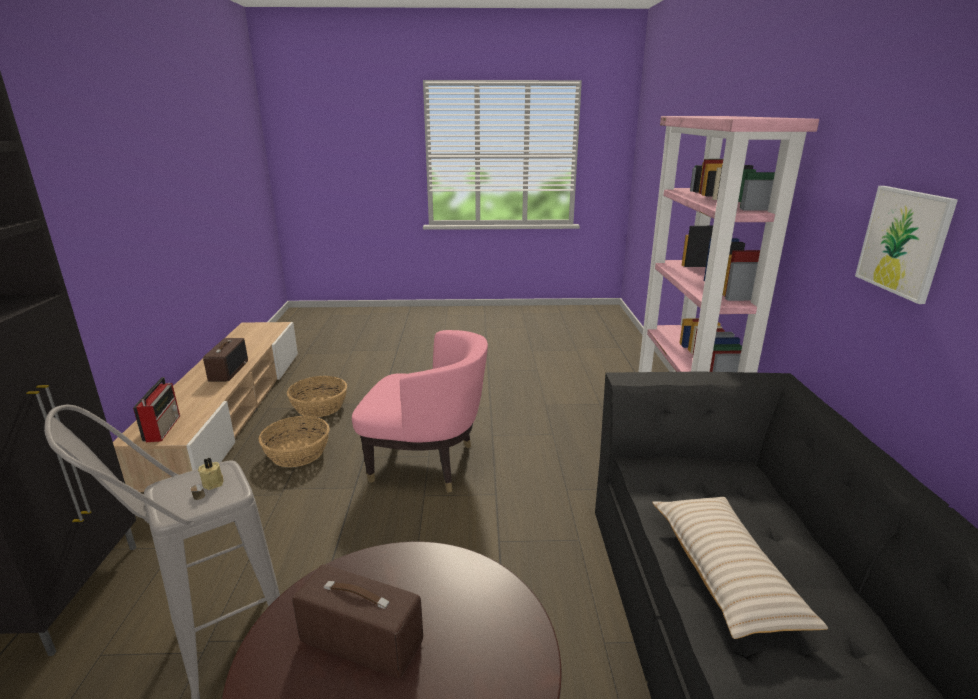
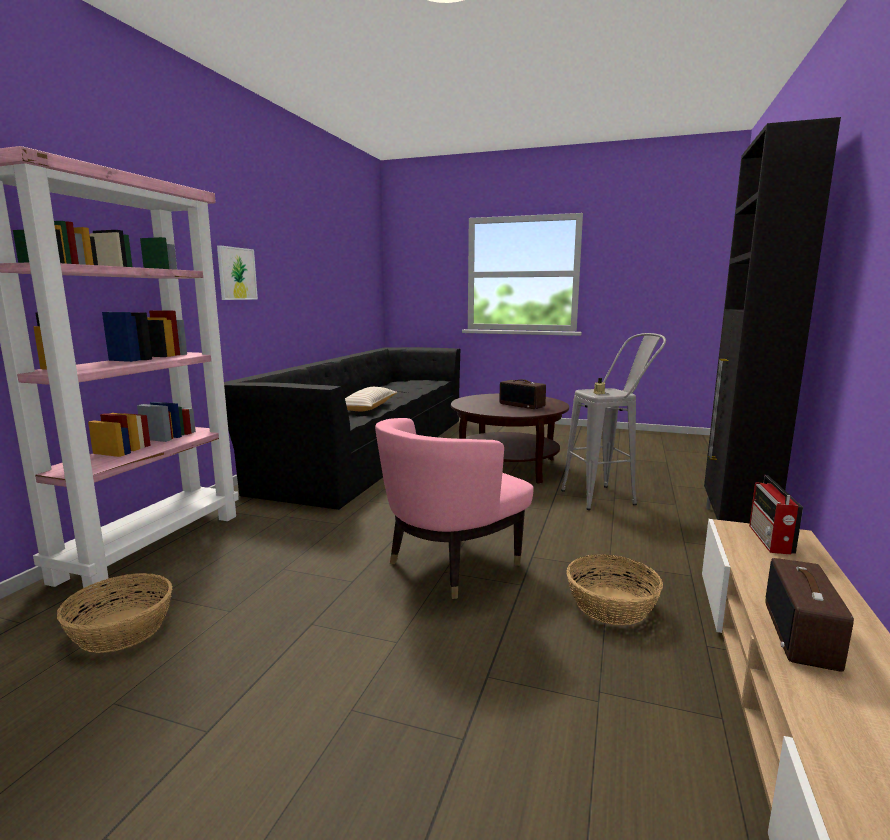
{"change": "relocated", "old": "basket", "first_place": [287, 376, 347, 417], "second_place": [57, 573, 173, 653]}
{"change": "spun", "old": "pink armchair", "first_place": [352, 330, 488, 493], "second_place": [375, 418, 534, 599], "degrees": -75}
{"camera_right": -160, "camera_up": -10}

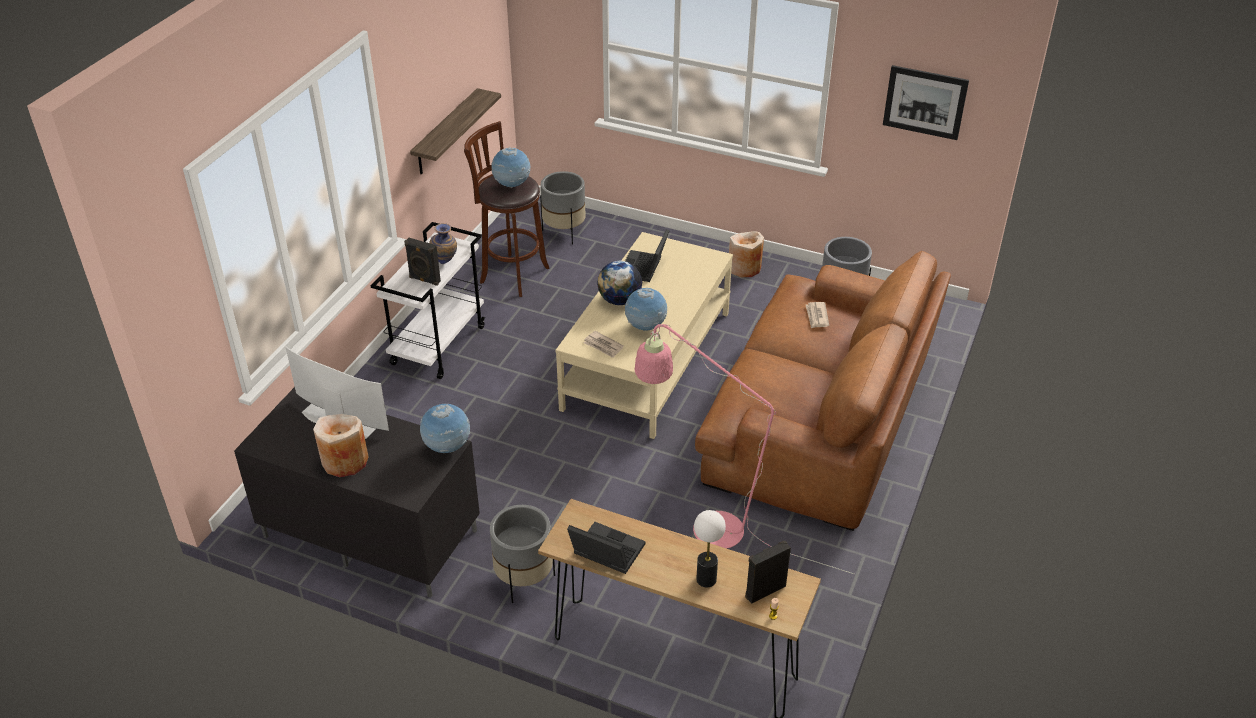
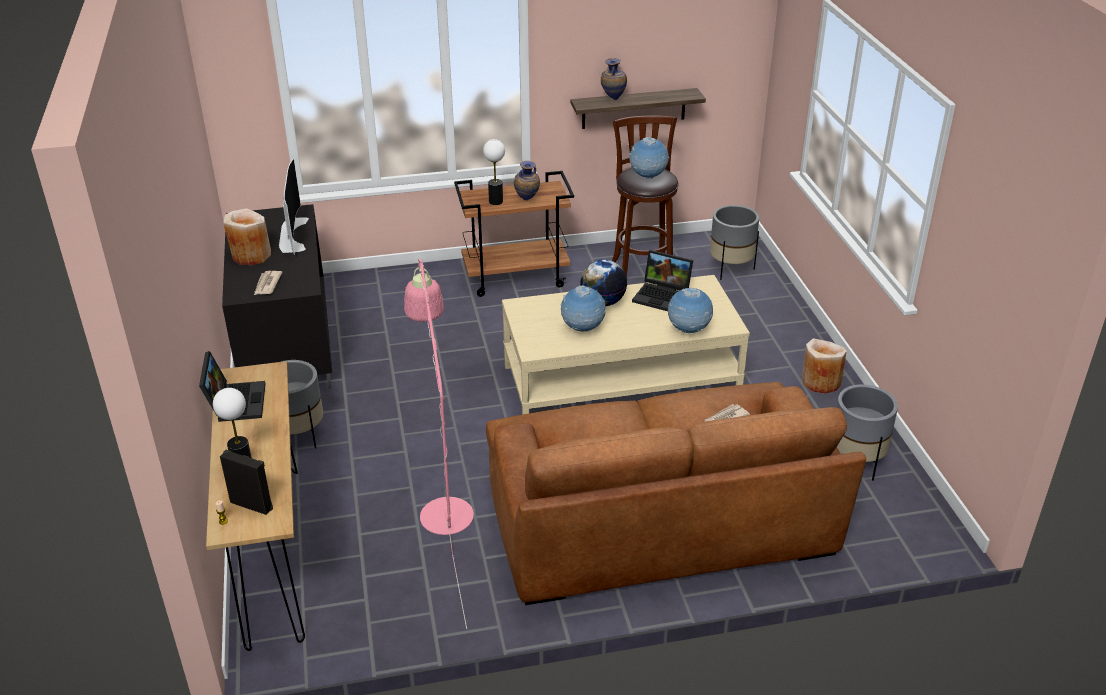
{"change": "relocated", "old": "newspaper", "first_place": [583, 331, 624, 358], "second_place": [254, 271, 283, 295]}
{"change": "colour", "old": "white cart", "new": "brown cart", "first_place": [371, 222, 485, 379], "second_place": [454, 171, 574, 297]}
{"change": "exchanged", "old": "black speaker", "new": "table lamp", "first_place": [404, 238, 441, 286], "second_place": [483, 139, 505, 205]}
{"change": "appeared", "new": "vase", "second_place": [601, 58, 627, 100]}
{"change": "spun", "old": "laptop", "first_place": [625, 229, 670, 282], "second_place": [632, 250, 693, 311], "degrees": -135}
{"change": "relocated", "old": "globe", "first_place": [420, 403, 470, 453], "second_place": [668, 288, 713, 333]}
{"change": "missing", "old": "picture", "first_place": [883, 65, 969, 140]}
{"camera_right": 55, "camera_up": -5}

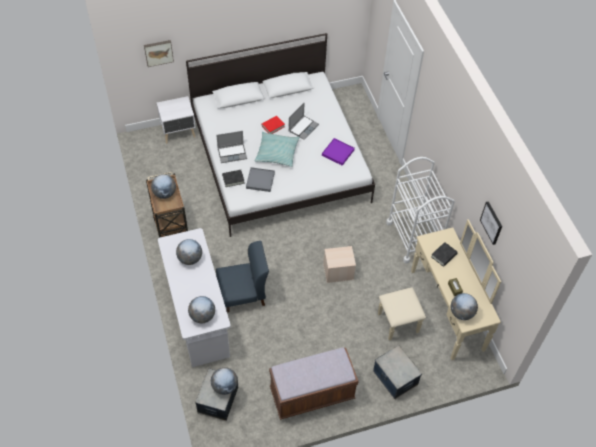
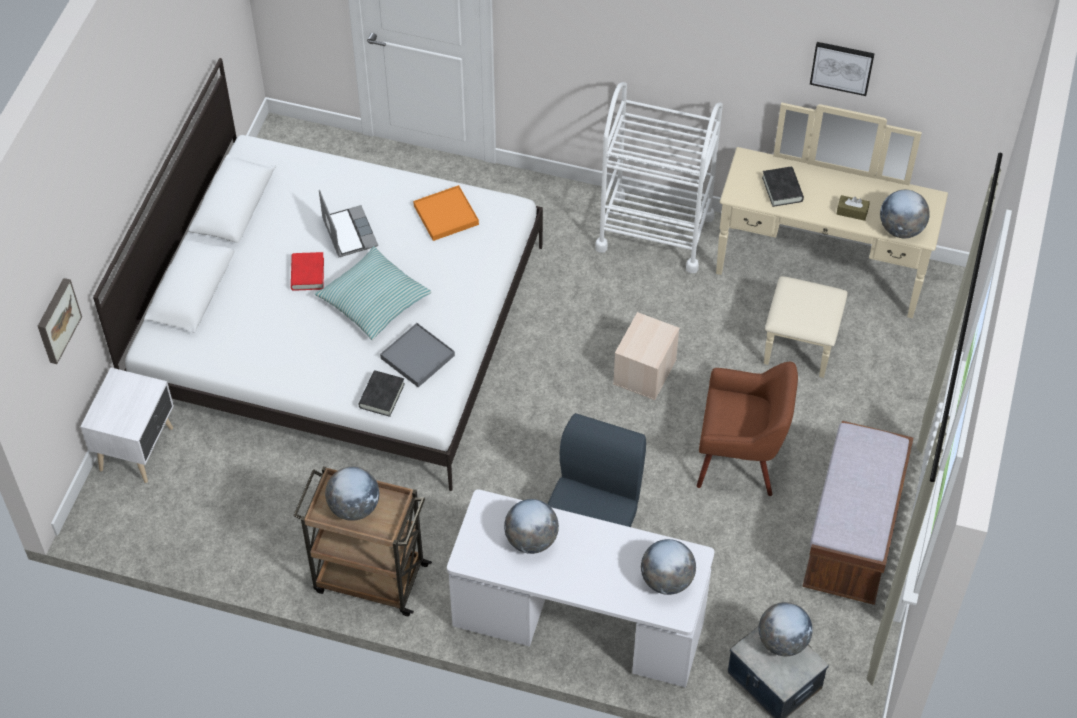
{"change": "colour", "old": "purple tray", "new": "orange tray", "first_place": [322, 138, 355, 166], "second_place": [413, 185, 479, 241]}
{"change": "appeared", "new": "brown armchair", "second_place": [696, 362, 798, 496]}
{"change": "missing", "old": "laptop", "first_place": [216, 131, 247, 163]}
{"change": "missing", "old": "storage box", "first_place": [373, 345, 422, 400]}
{"camera_right": -55, "camera_up": 0}

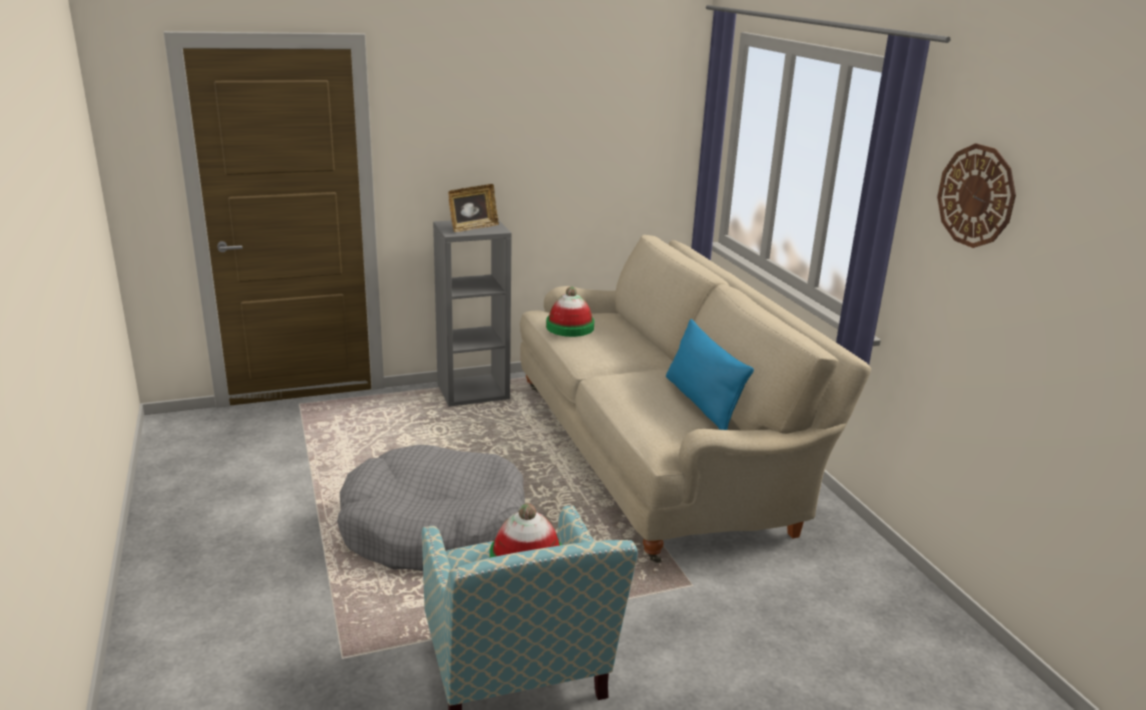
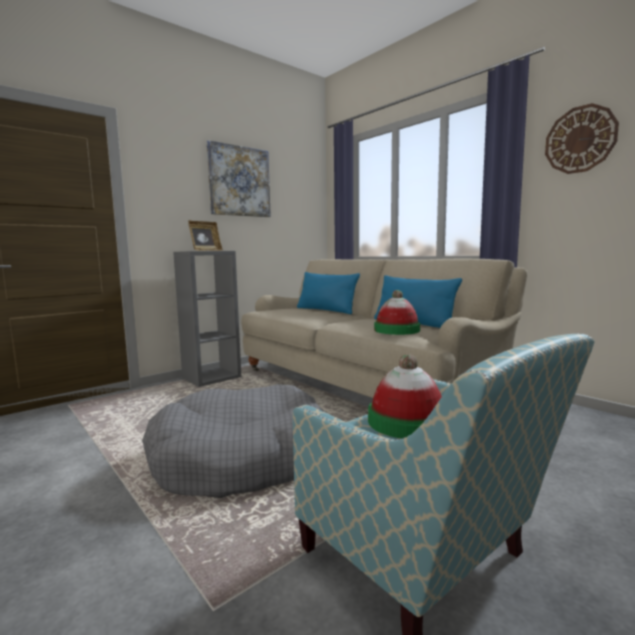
{"change": "appeared", "new": "picture", "second_place": [207, 140, 271, 217]}
{"change": "appeared", "new": "blue pillow", "second_place": [297, 272, 360, 314]}
{"change": "relocated", "old": "hat", "first_place": [546, 287, 594, 337], "second_place": [374, 290, 420, 335]}
{"camera_right": -20, "camera_up": -15}

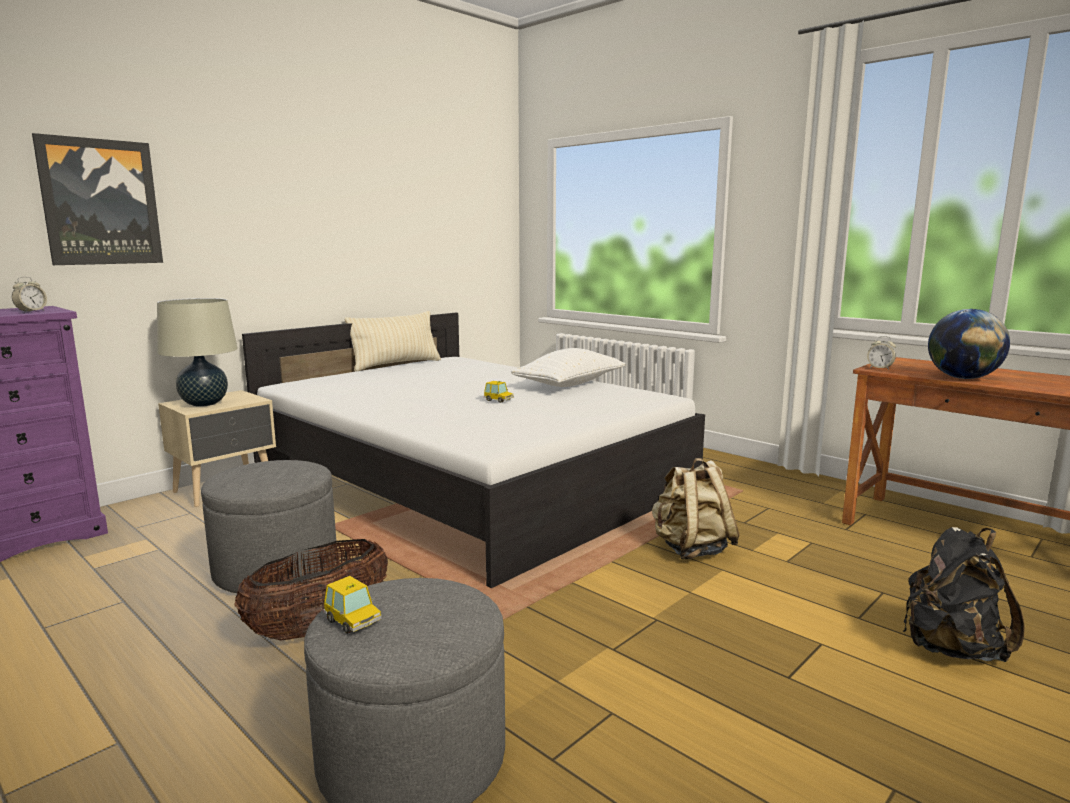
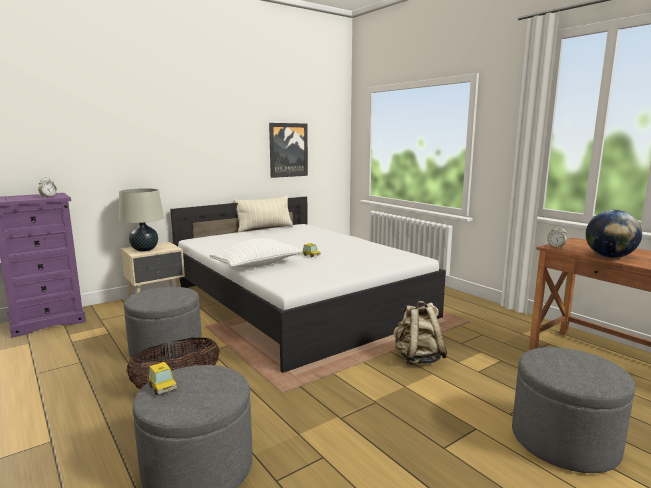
{"change": "relocated", "old": "white pillow", "first_place": [511, 348, 625, 387], "second_place": [209, 238, 303, 268]}
{"change": "relocated", "old": "picture", "first_place": [32, 133, 163, 265], "second_place": [269, 123, 308, 178]}
{"change": "exchanged", "old": "black backpack", "new": "grey ottoman", "first_place": [903, 527, 1025, 662], "second_place": [512, 347, 635, 473]}
{"camera_right": 10, "camera_up": 0}

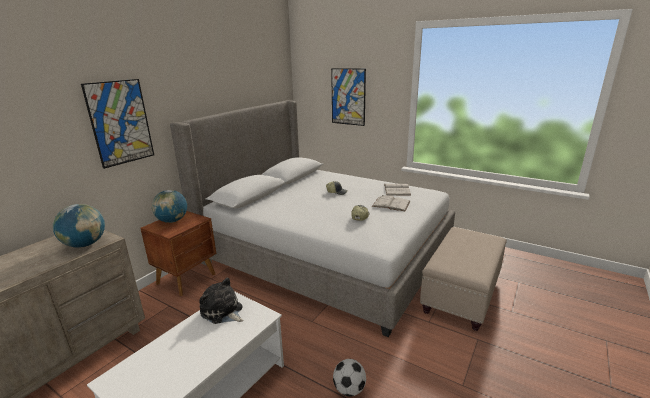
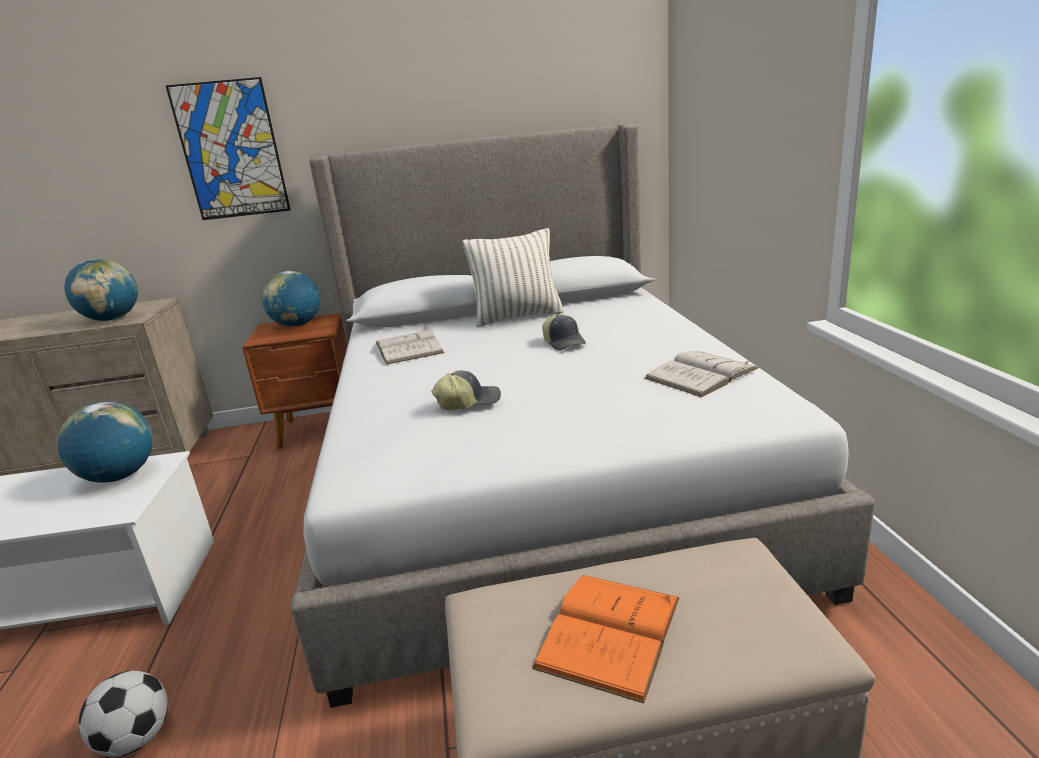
{"change": "exchanged", "old": "plush toy", "new": "globe", "first_place": [199, 278, 244, 324], "second_place": [57, 402, 153, 483]}
{"change": "relocated", "old": "white book", "first_place": [372, 195, 410, 212], "second_place": [376, 328, 444, 365]}
{"change": "appeared", "new": "pillow", "second_place": [462, 228, 564, 327]}
{"change": "appeared", "new": "orange book", "second_place": [532, 575, 679, 704]}
{"change": "missing", "old": "picture", "first_place": [331, 68, 366, 126]}
{"camera_right": 50, "camera_up": 0}

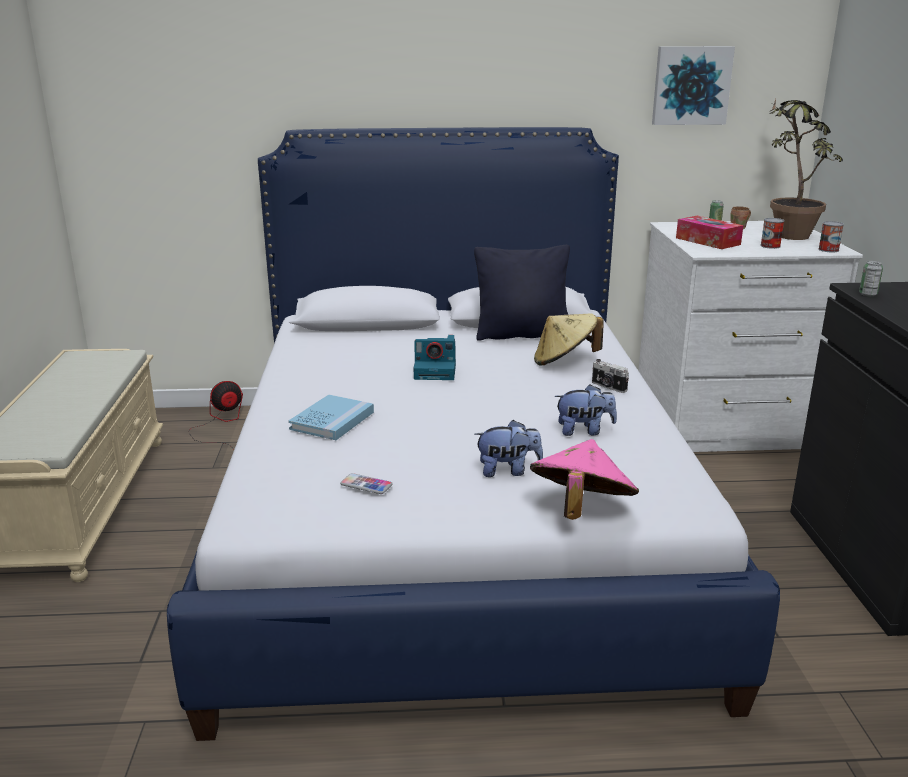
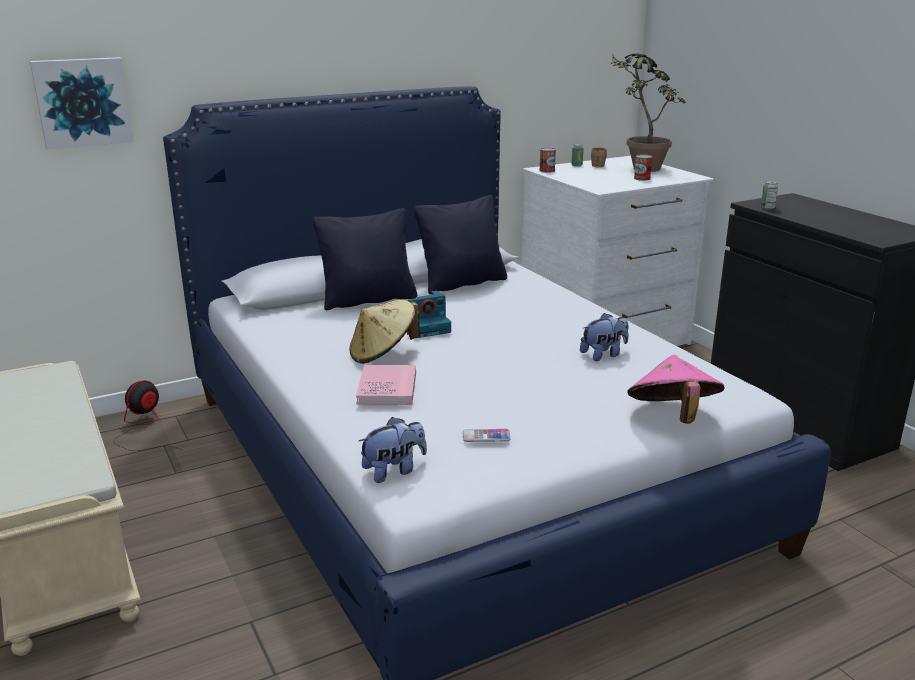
{"change": "relocated", "old": "picture", "first_place": [652, 46, 735, 125], "second_place": [30, 57, 134, 149]}
{"change": "appeared", "new": "black pillow", "second_place": [313, 208, 417, 310]}
{"change": "relocated", "old": "beige hat", "first_place": [534, 313, 604, 366], "second_place": [350, 299, 420, 364]}
{"change": "colour", "old": "blue book", "new": "pink book", "first_place": [289, 394, 374, 440], "second_place": [356, 365, 416, 405]}
{"change": "relocated", "old": "plush toy", "first_place": [474, 420, 543, 477], "second_place": [359, 417, 427, 483]}
{"change": "relocated", "old": "can", "first_place": [818, 221, 844, 253], "second_place": [539, 148, 556, 173]}
{"change": "missing", "old": "photo camera", "first_place": [592, 359, 629, 393]}
{"change": "missing", "old": "tissue box", "first_place": [676, 216, 743, 249]}
{"camera_right": -25, "camera_up": 0}

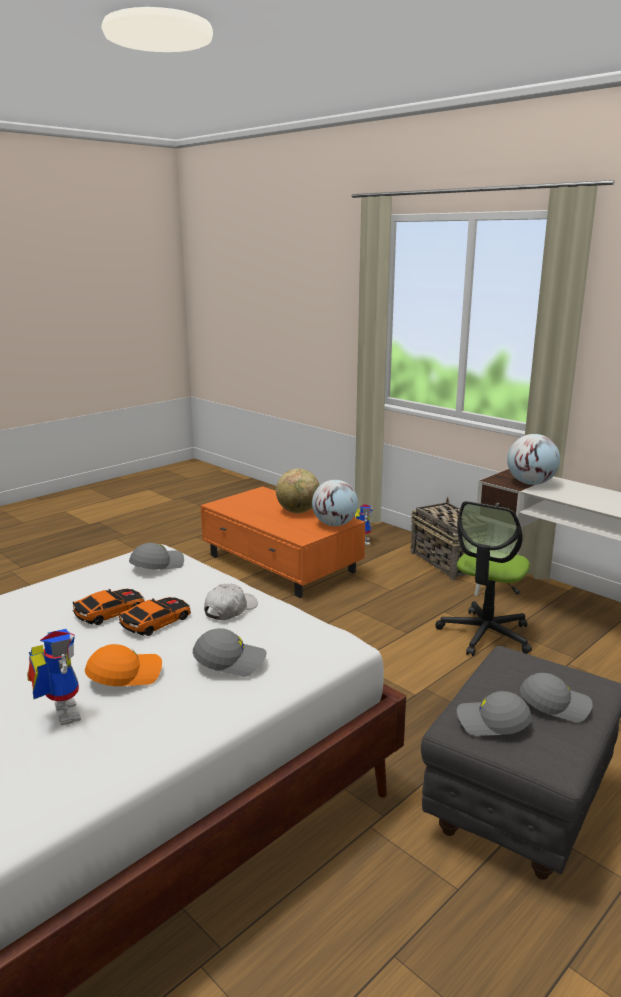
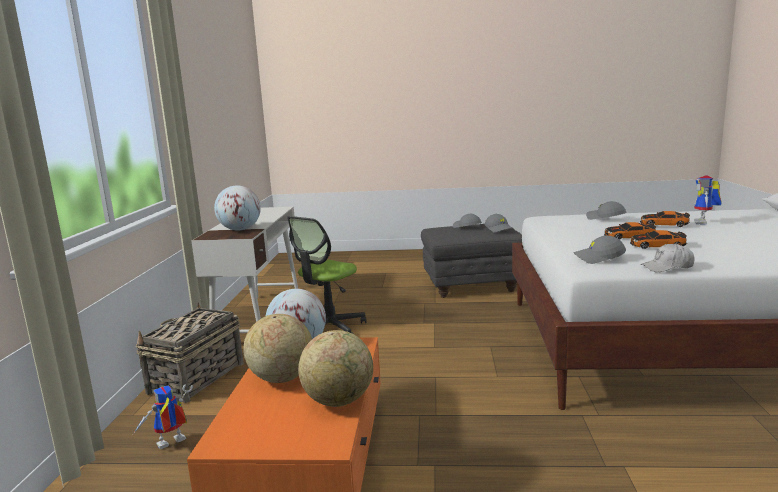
{"change": "spun", "old": "office chair", "first_place": [435, 501, 532, 656], "second_place": [287, 216, 367, 334], "degrees": 135}
{"change": "appeared", "new": "globe", "second_place": [298, 330, 373, 407]}
{"change": "exchanged", "old": "orange cap", "new": "toy car", "first_place": [85, 644, 162, 686], "second_place": [640, 211, 690, 227]}
{"change": "relocated", "old": "white cap", "first_place": [204, 584, 258, 620], "second_place": [641, 243, 695, 272]}
{"camera_right": -130, "camera_up": -5}

